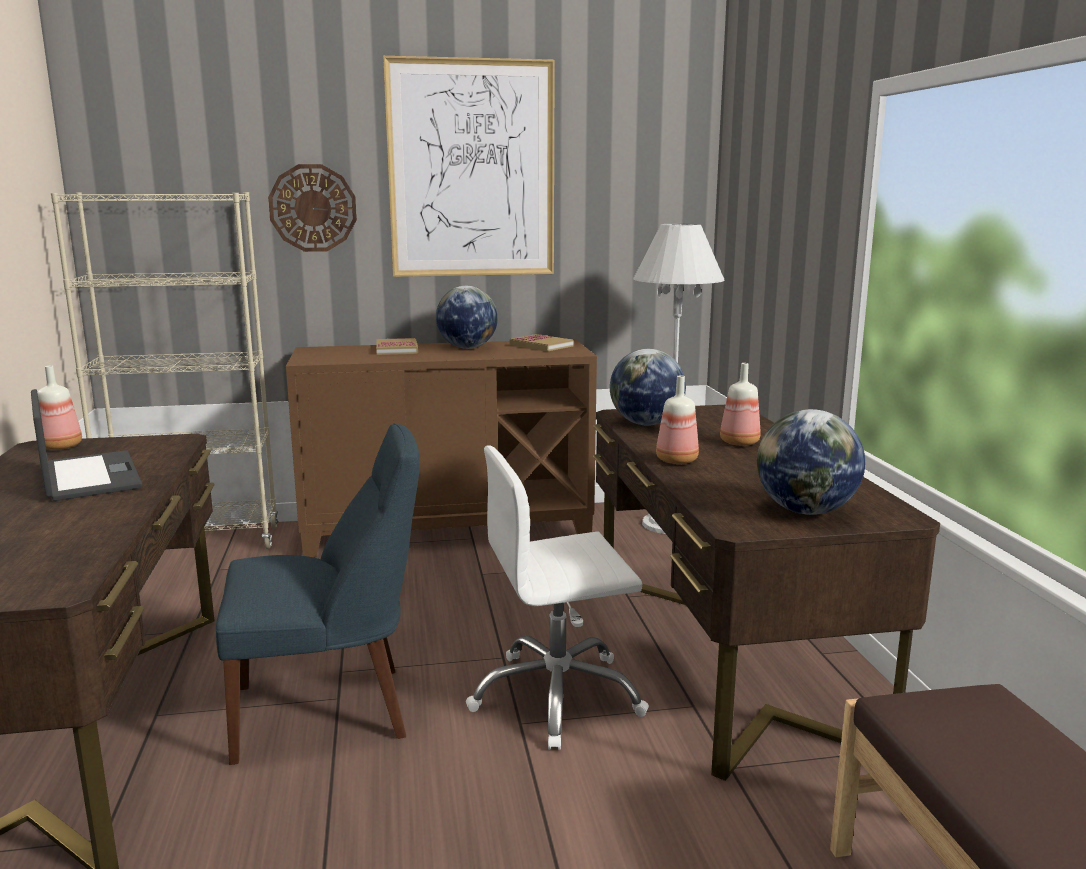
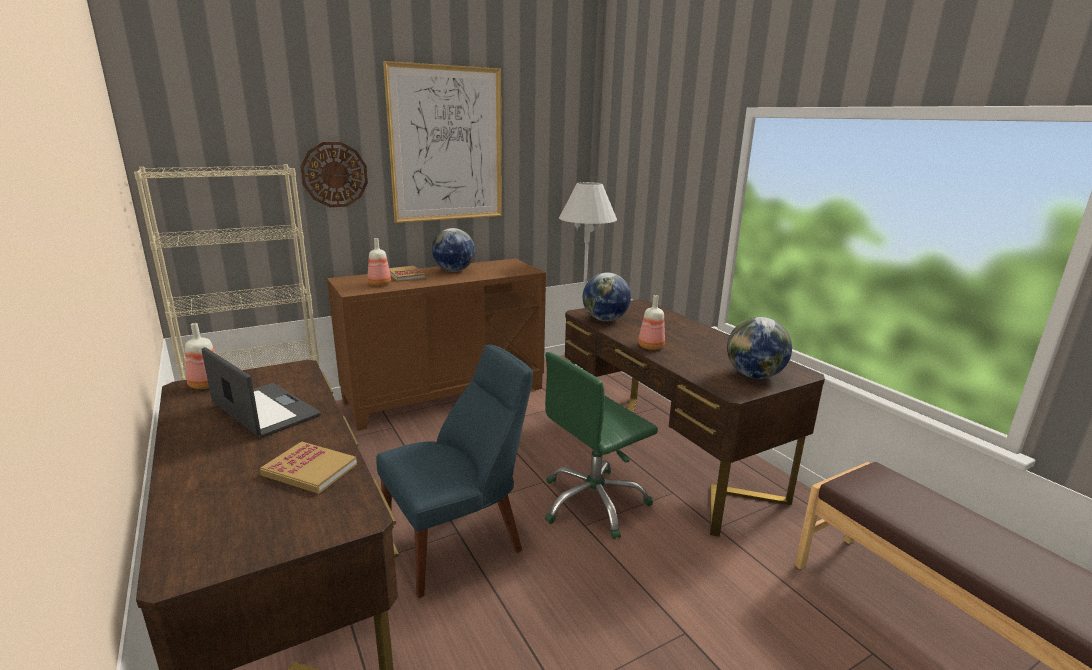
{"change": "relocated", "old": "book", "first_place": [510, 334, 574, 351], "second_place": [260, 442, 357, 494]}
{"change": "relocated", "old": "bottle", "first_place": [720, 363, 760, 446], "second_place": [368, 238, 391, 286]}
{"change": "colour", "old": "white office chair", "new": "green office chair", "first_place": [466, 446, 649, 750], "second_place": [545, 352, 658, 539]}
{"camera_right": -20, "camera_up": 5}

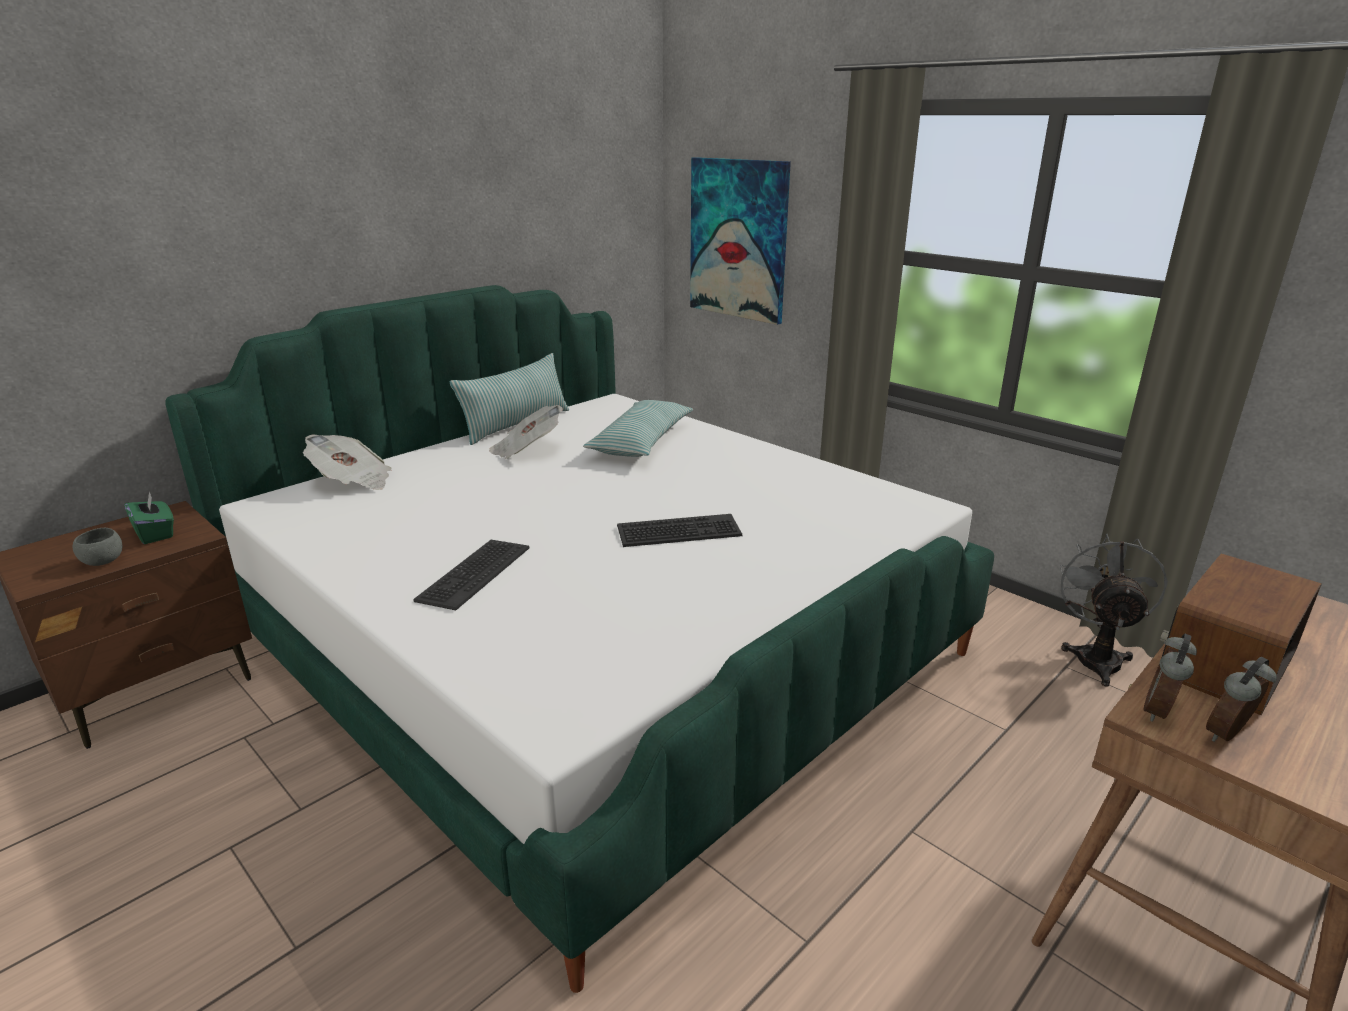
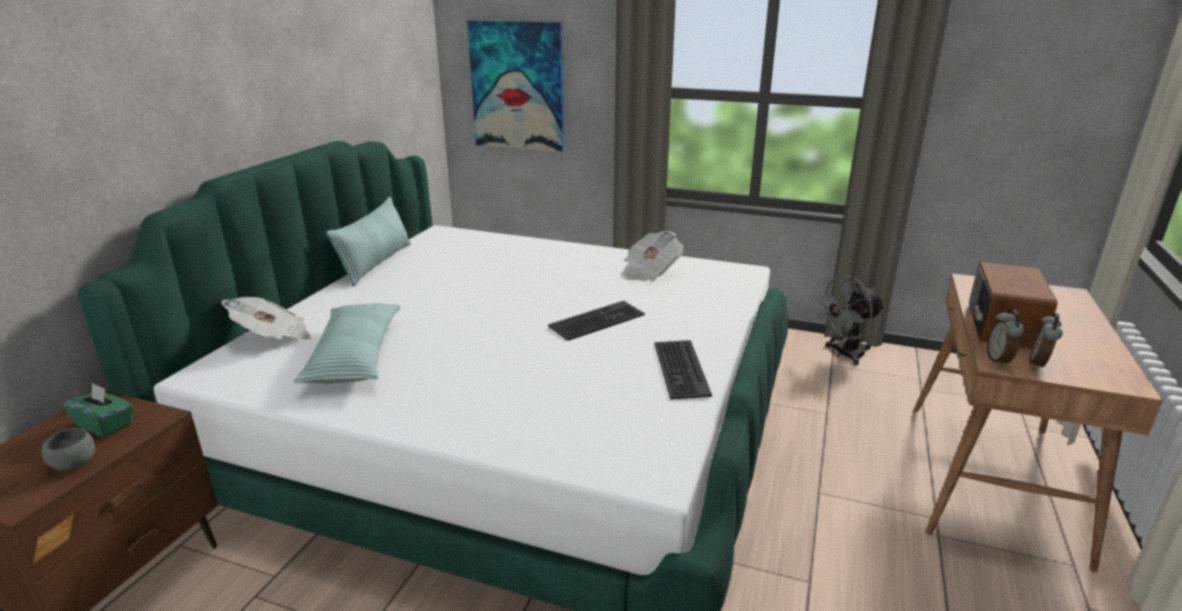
{"change": "relocated", "old": "pillow", "first_place": [583, 400, 693, 457], "second_place": [294, 303, 401, 384]}
{"change": "relocated", "old": "newspaper", "first_place": [489, 405, 563, 459], "second_place": [620, 231, 684, 282]}
{"change": "relocated", "old": "keyboard", "first_place": [414, 540, 530, 610], "second_place": [654, 340, 712, 400]}
{"change": "spun", "old": "grey fan", "first_place": [1060, 533, 1168, 687], "second_place": [814, 275, 885, 365], "degrees": -105}
{"camera_right": -25, "camera_up": 0}

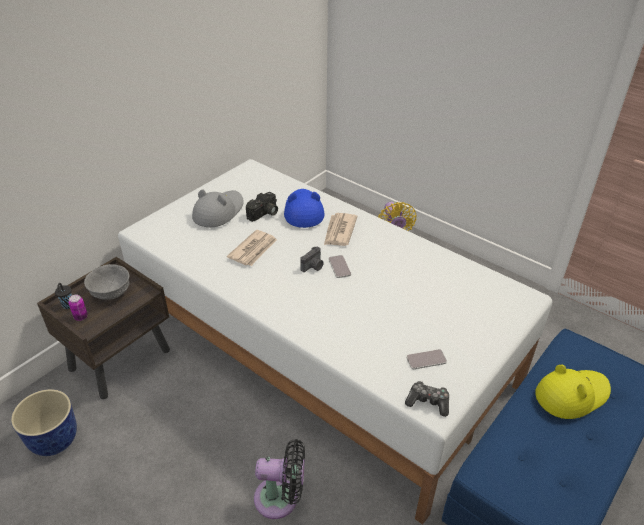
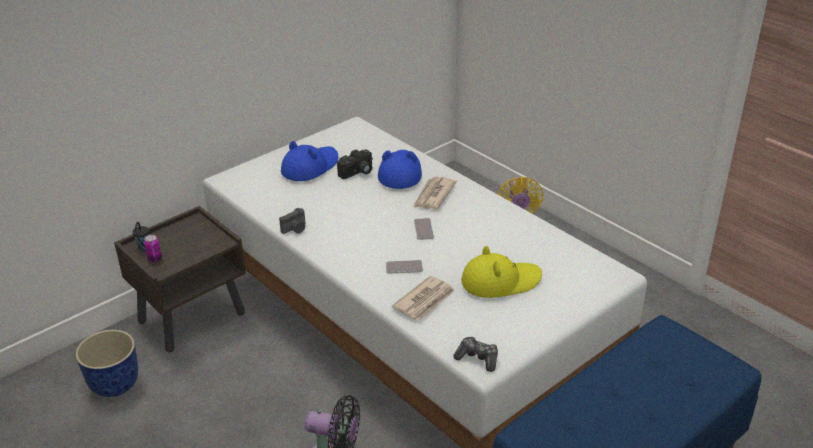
{"change": "relocated", "old": "photo camera", "first_place": [300, 246, 324, 272], "second_place": [279, 208, 305, 234]}
{"change": "colour", "old": "grey hat", "new": "blue hat", "first_place": [192, 189, 244, 227], "second_place": [281, 141, 339, 181]}
{"change": "relocated", "old": "phone", "first_place": [406, 349, 447, 369], "second_place": [386, 260, 423, 274]}
{"change": "relocated", "old": "newspaper", "first_place": [227, 230, 277, 266], "second_place": [392, 276, 455, 321]}
{"change": "relocated", "old": "yellow hat", "first_place": [535, 364, 611, 419], "second_place": [461, 246, 542, 298]}
{"change": "missing", "old": "grey bowl", "first_place": [84, 264, 130, 300]}
{"camera_right": 10, "camera_up": -5}

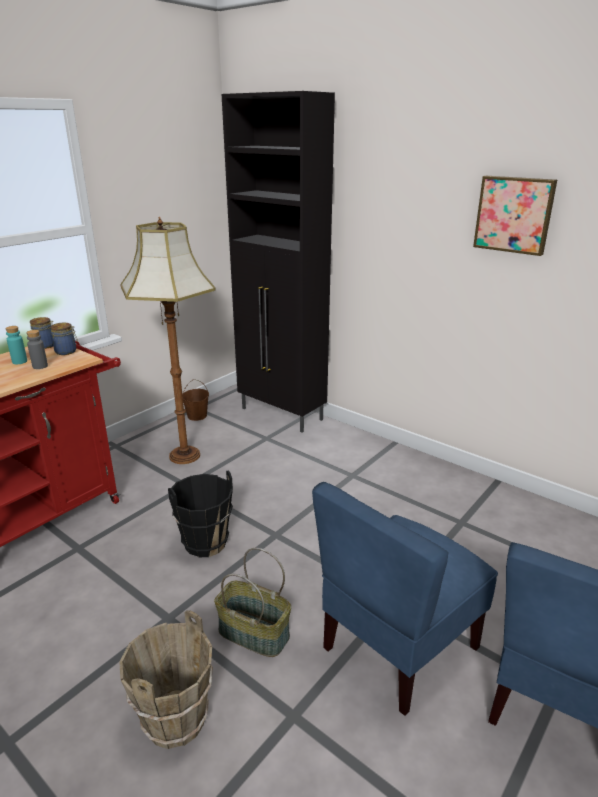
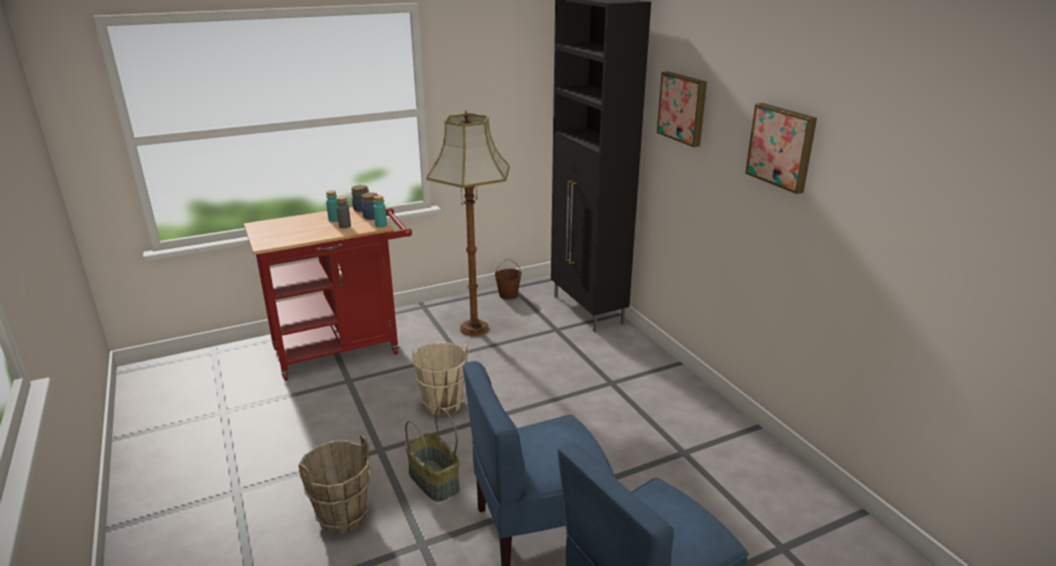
{"change": "appeared", "new": "turquoise bottle", "second_place": [373, 195, 387, 228]}
{"change": "colour", "old": "black bucket", "new": "beige bucket", "first_place": [168, 471, 233, 557], "second_place": [412, 342, 468, 416]}
{"change": "appeared", "new": "picture", "second_place": [657, 71, 707, 147]}
{"camera_right": 25, "camera_up": 0}

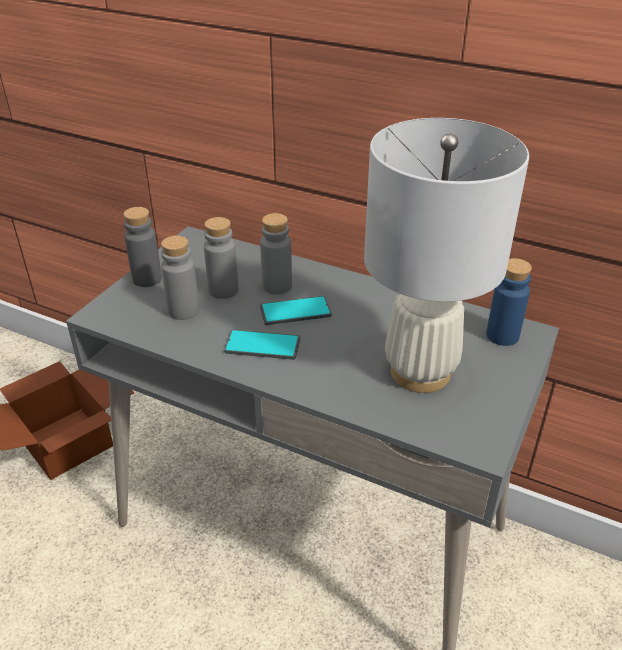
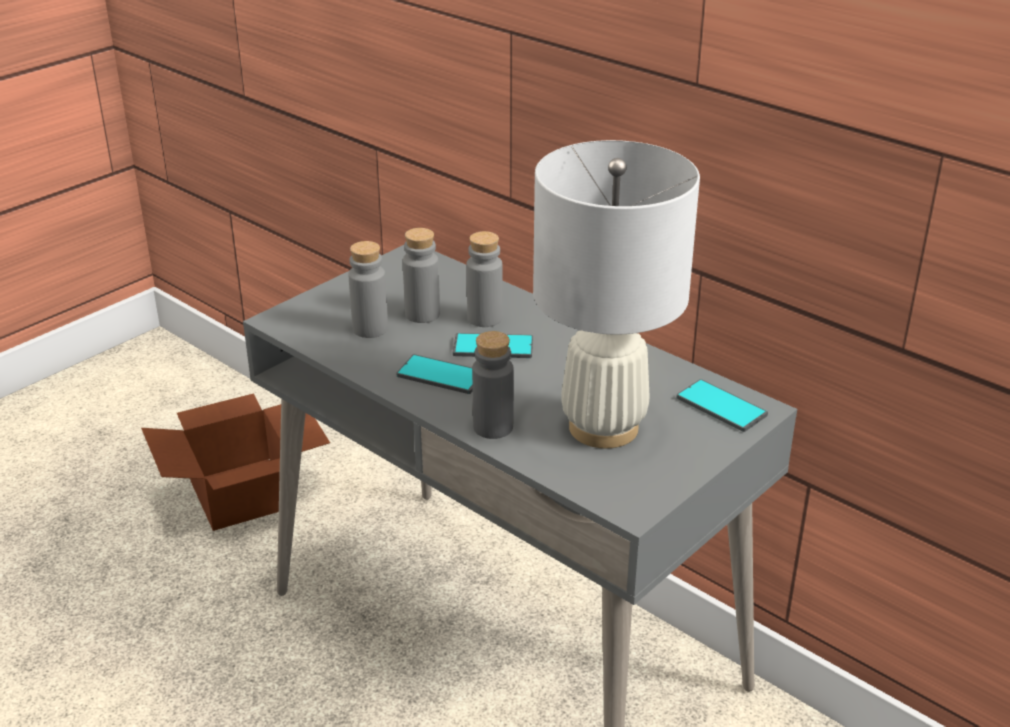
{"change": "relocated", "old": "grey bottle", "first_place": [123, 207, 162, 287], "second_place": [472, 331, 514, 439]}
{"change": "exchanged", "old": "blue bottle", "new": "phone", "first_place": [486, 258, 532, 346], "second_place": [677, 379, 768, 432]}
{"camera_right": 15, "camera_up": -5}

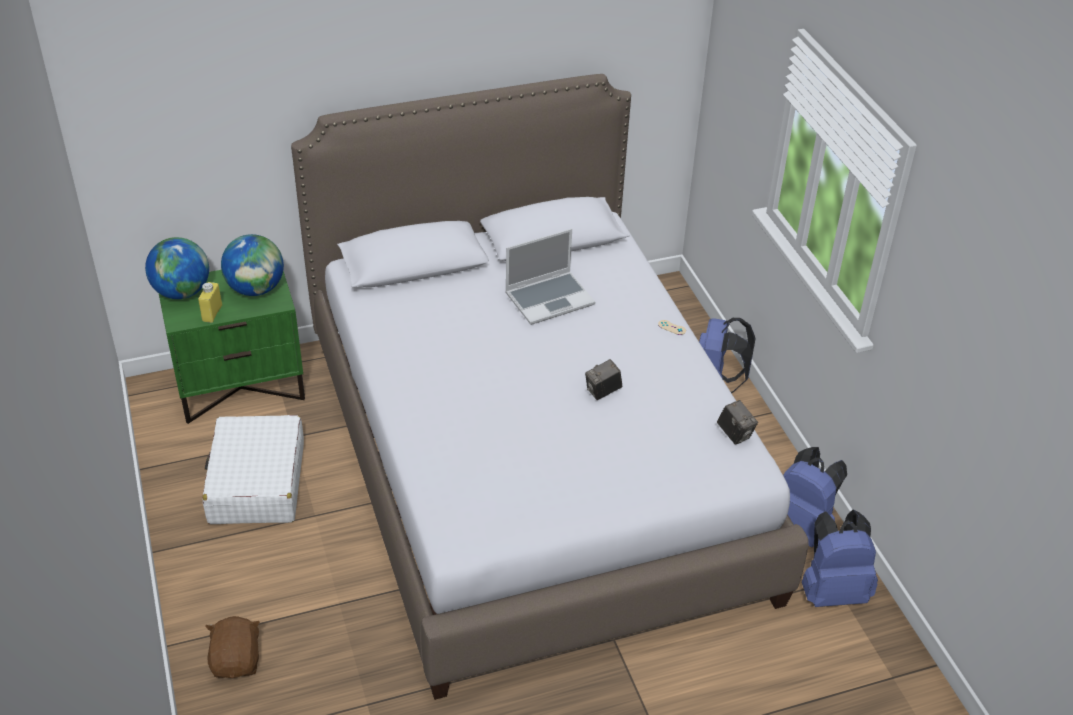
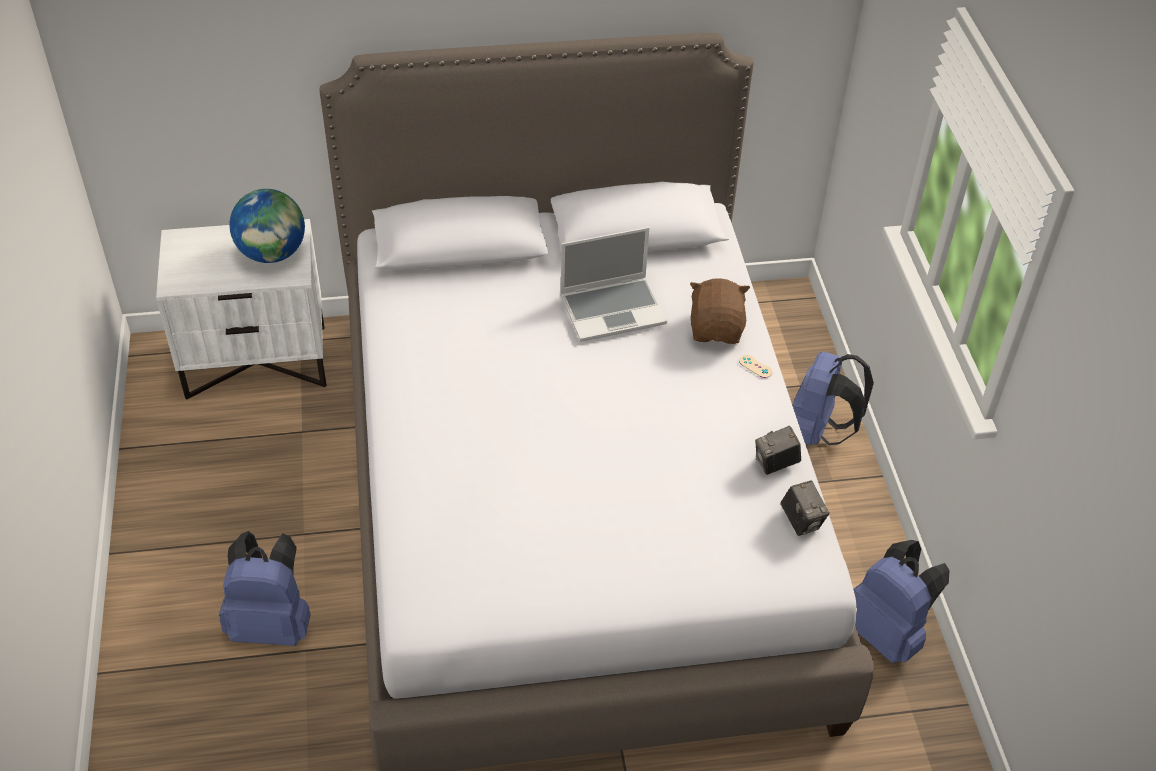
{"change": "colour", "old": "green nightstand", "new": "white nightstand", "first_place": [159, 270, 305, 424], "second_place": [156, 219, 327, 400]}
{"change": "relocated", "old": "blue backpack", "first_place": [802, 510, 878, 607], "second_place": [219, 531, 311, 646]}
{"change": "relocated", "old": "brown plush toy", "first_place": [205, 616, 260, 678], "second_place": [690, 278, 750, 344]}
{"change": "relocated", "old": "photo camera", "first_place": [585, 359, 622, 400], "second_place": [755, 426, 801, 475]}
{"change": "missing", "old": "globe", "first_place": [145, 237, 209, 299]}
{"change": "missing", "old": "yellow bottle", "first_place": [198, 282, 222, 323]}
{"change": "missing", "old": "white suitcase", "first_place": [203, 415, 304, 524]}
{"camera_right": 10, "camera_up": 5}

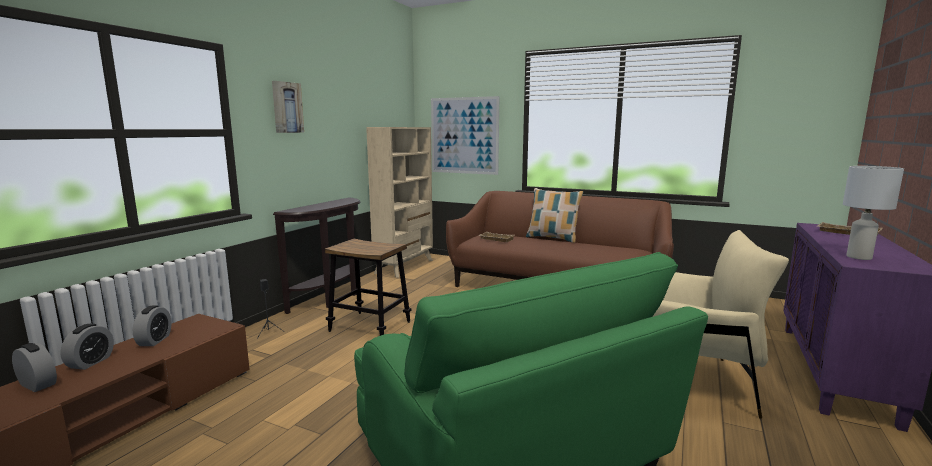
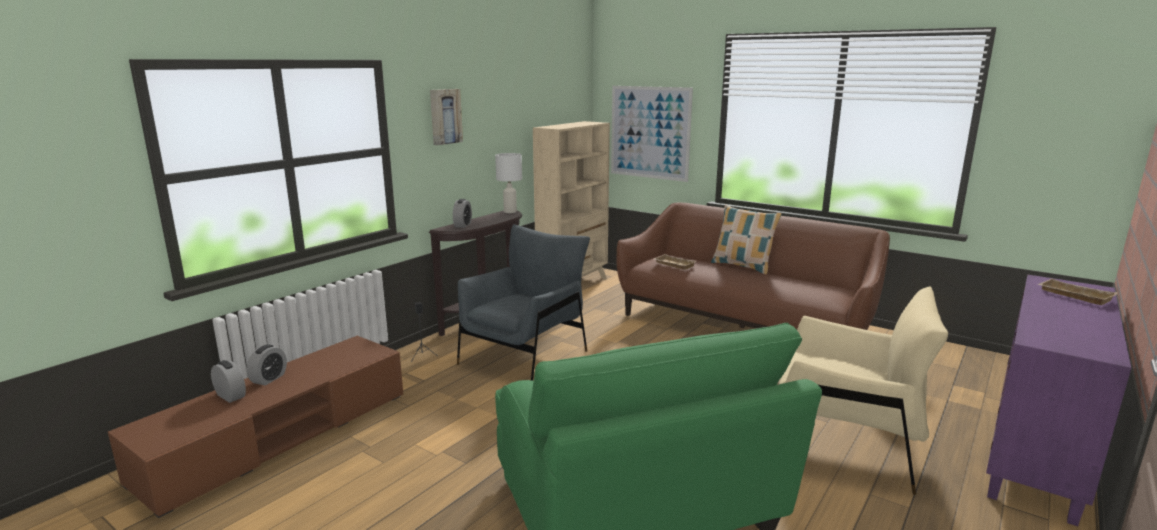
{"change": "relocated", "old": "alarm clock", "first_place": [133, 306, 172, 346], "second_place": [453, 199, 472, 228]}
{"change": "exchanged", "old": "stool", "new": "grey armchair", "first_place": [325, 239, 411, 336], "second_place": [457, 224, 590, 381]}
{"change": "relocated", "old": "white table lamp", "first_place": [843, 166, 904, 260], "second_place": [495, 153, 522, 213]}
{"camera_right": 10, "camera_up": 5}

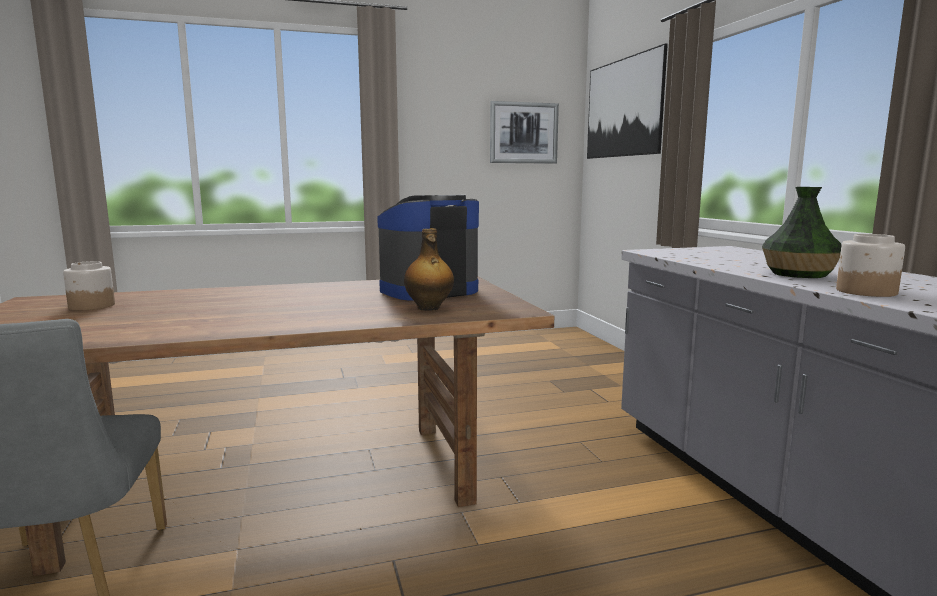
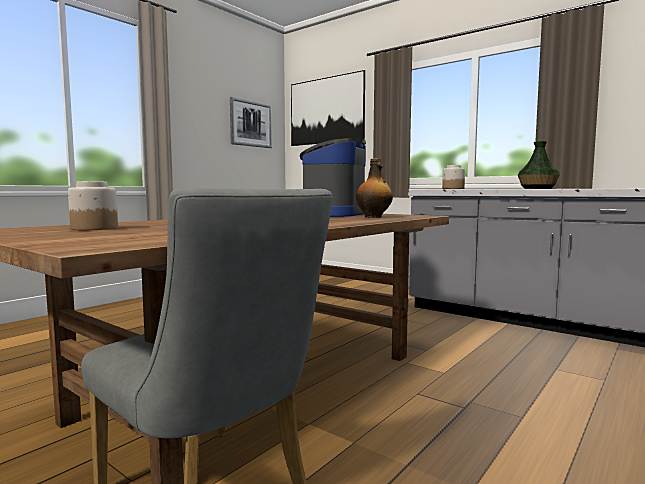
{"change": "relocated", "old": "jar", "first_place": [836, 234, 905, 297], "second_place": [442, 165, 465, 189]}
{"camera_right": -35, "camera_up": -5}

